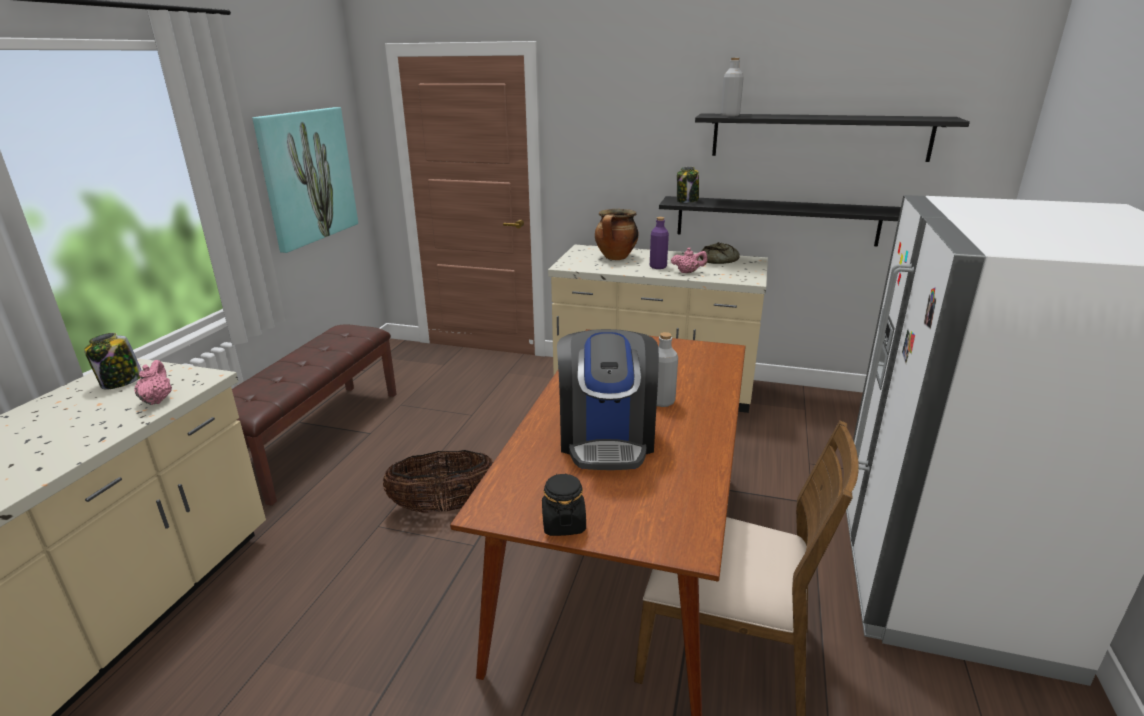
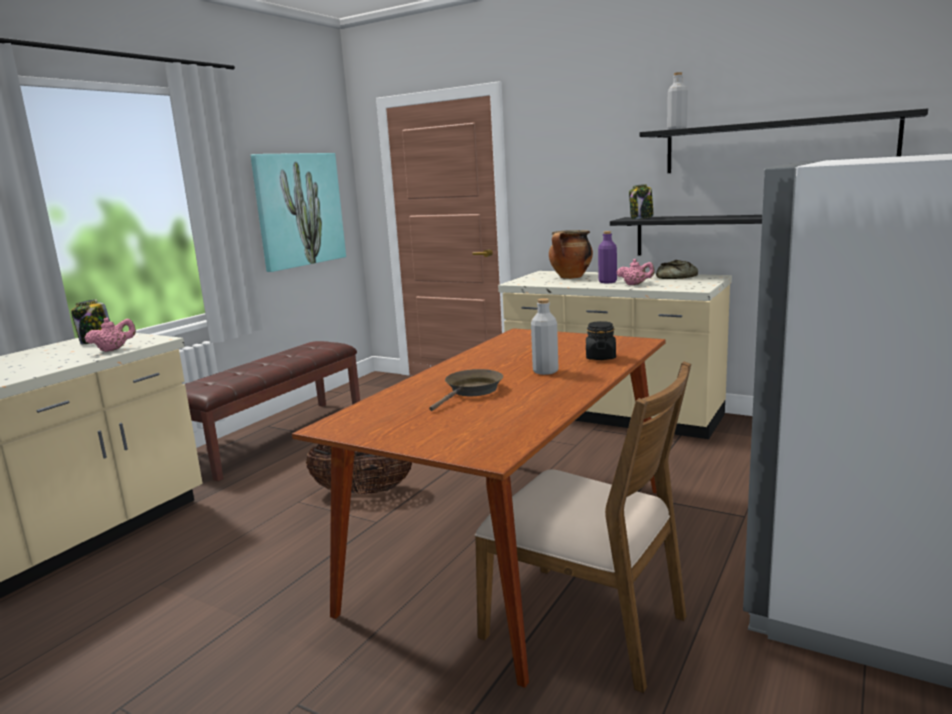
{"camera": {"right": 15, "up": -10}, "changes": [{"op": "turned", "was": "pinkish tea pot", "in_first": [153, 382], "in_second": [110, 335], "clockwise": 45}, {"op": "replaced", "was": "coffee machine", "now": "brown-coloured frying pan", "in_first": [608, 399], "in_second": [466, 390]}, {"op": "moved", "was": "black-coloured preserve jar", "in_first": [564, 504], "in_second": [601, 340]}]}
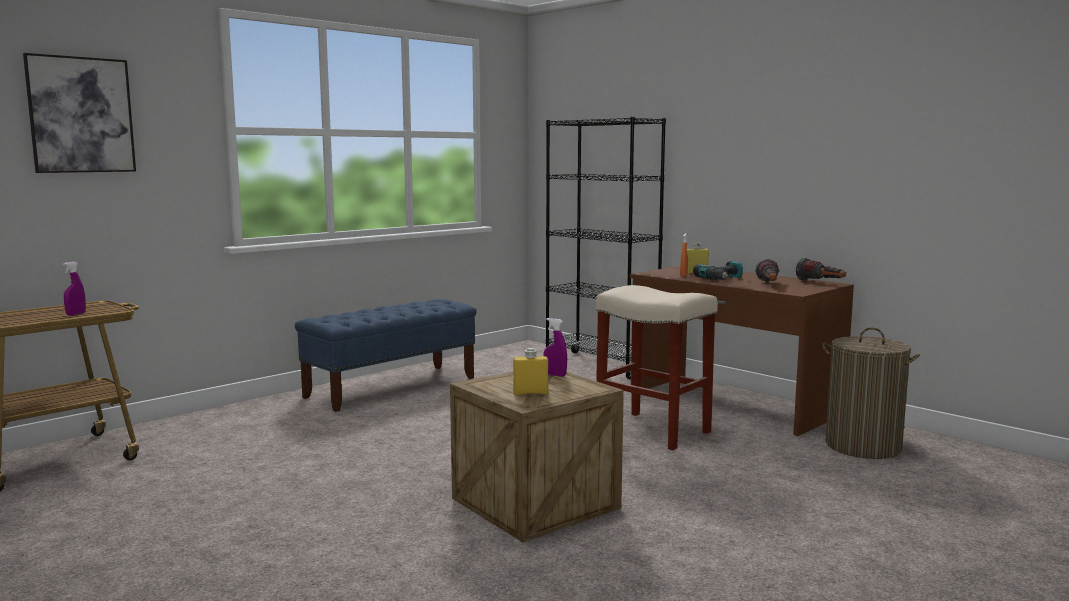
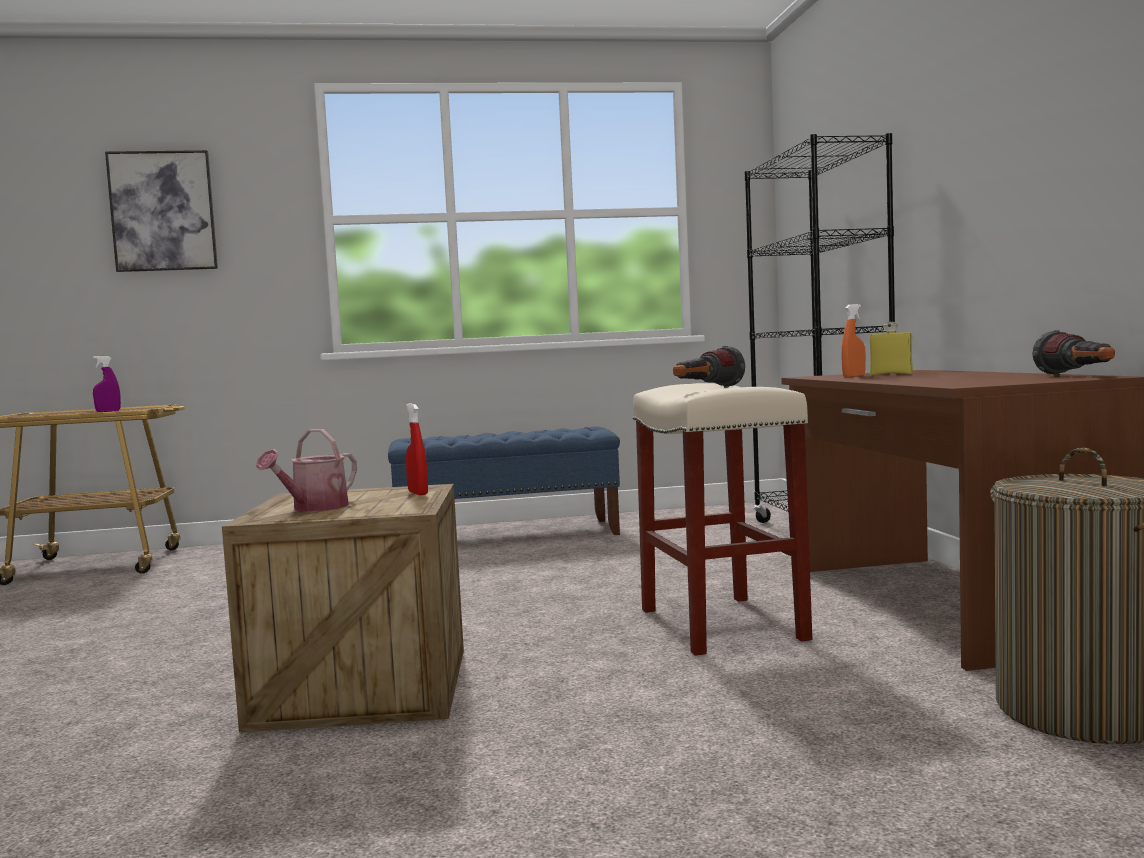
{"camera": {"right": 35, "up": -5}, "changes": [{"op": "replaced", "was": "yellow bottle", "now": "sprinkling can", "in_first": [530, 371], "in_second": [306, 470]}, {"op": "recoloured", "was": "purple sprayer", "now": "red sprayer", "in_first": [555, 347], "in_second": [417, 449]}, {"op": "moved", "was": "torch", "in_first": [767, 270], "in_second": [709, 367]}, {"op": "removed", "was": "power drill", "in_first": [718, 270]}]}
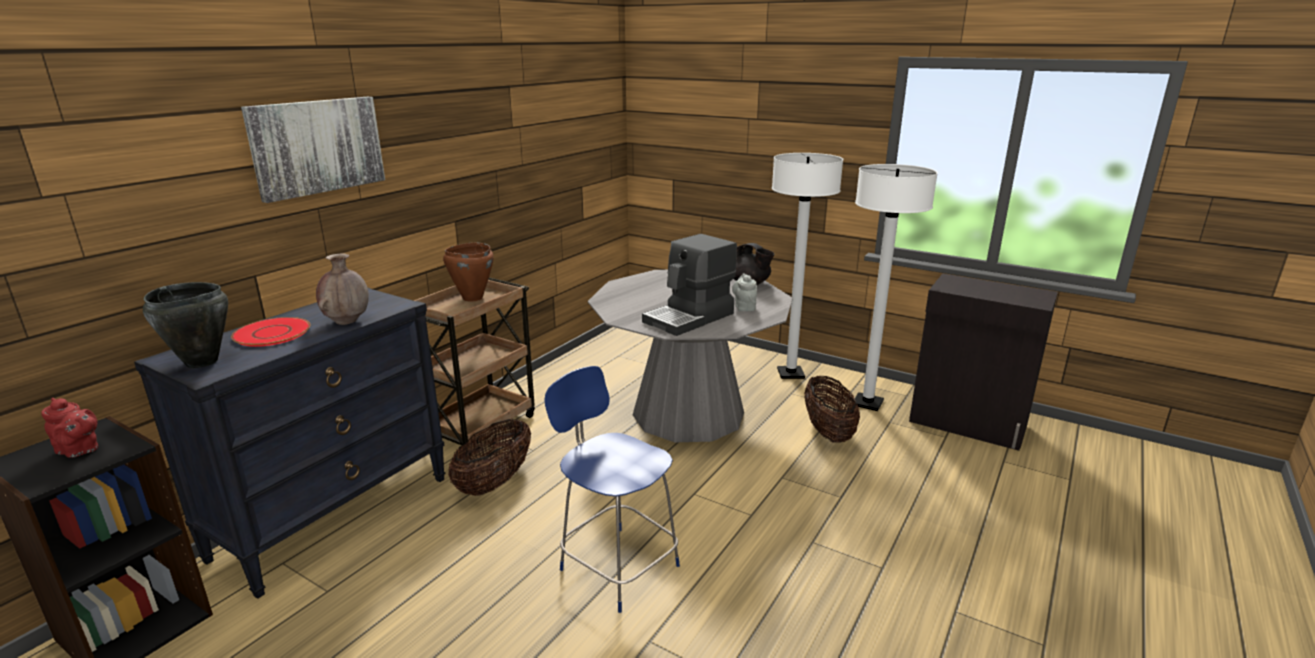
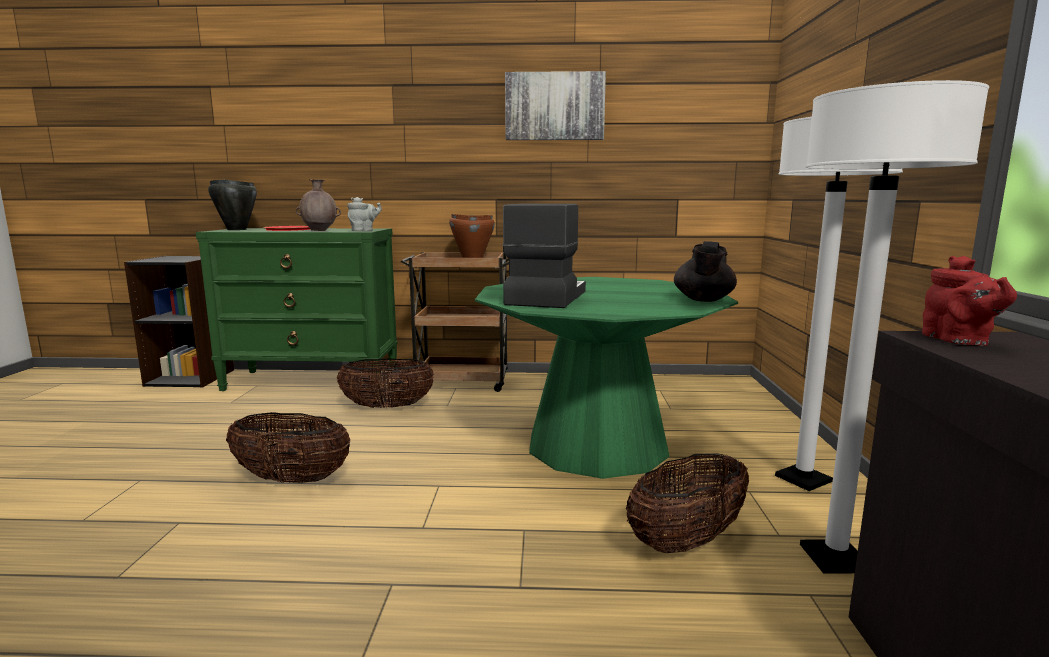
{"camera": {"right": 60, "up": -10}, "changes": [{"op": "recoloured", "was": "black-coloured dresser", "now": "greenish dresser", "in_first": [289, 443], "in_second": [296, 309]}, {"op": "replaced", "was": "blue upright chair", "now": "basket", "in_first": [612, 489], "in_second": [288, 447]}, {"op": "moved", "was": "grey tea pot", "in_first": [744, 292], "in_second": [364, 214]}, {"op": "recoloured", "was": "grey dinner table", "now": "greenish dinner table", "in_first": [690, 356], "in_second": [606, 378]}, {"op": "turned", "was": "coffee machine", "in_first": [689, 285], "in_second": [544, 256], "clockwise": 90}, {"op": "moved", "was": "picture", "in_first": [313, 150], "in_second": [555, 105]}, {"op": "moved", "was": "red tea pot", "in_first": [69, 428], "in_second": [969, 301]}]}
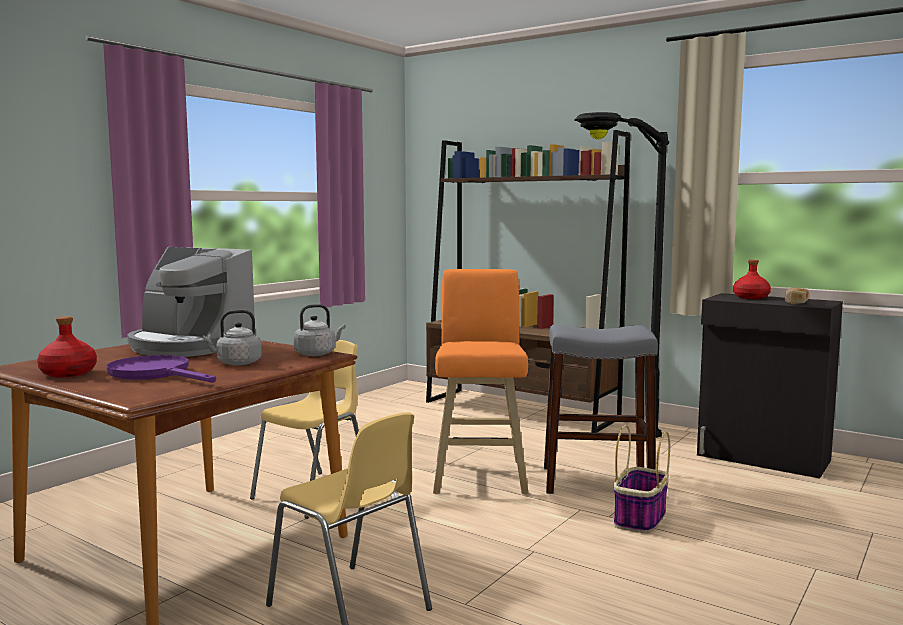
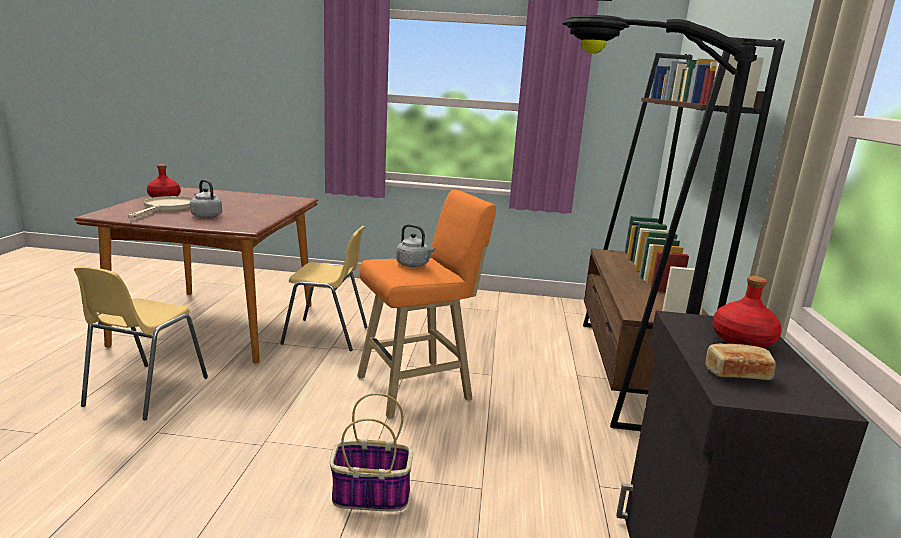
{"camera": {"right": 60, "up": 10}, "changes": [{"op": "recoloured", "was": "purple frying pan", "now": "sand-coloured frying pan", "in_first": [161, 369], "in_second": [160, 207]}, {"op": "moved", "was": "grey kettle", "in_first": [320, 330], "in_second": [416, 245]}, {"op": "removed", "was": "coffee machine", "in_first": [191, 302]}, {"op": "removed", "was": "grey stool seat", "in_first": [601, 409]}]}
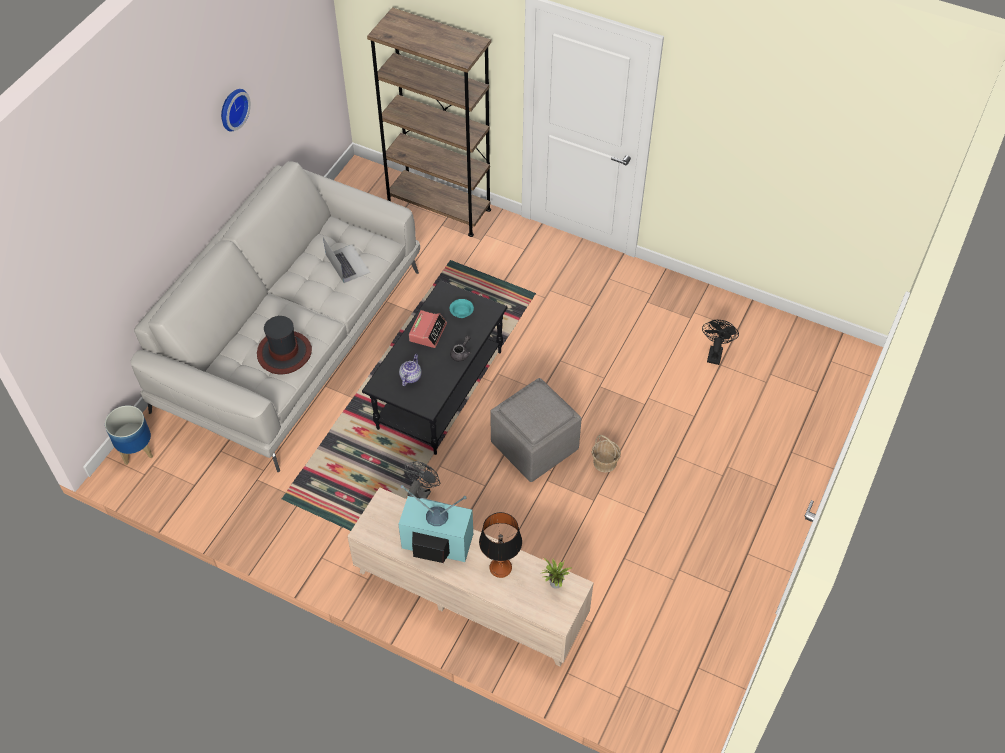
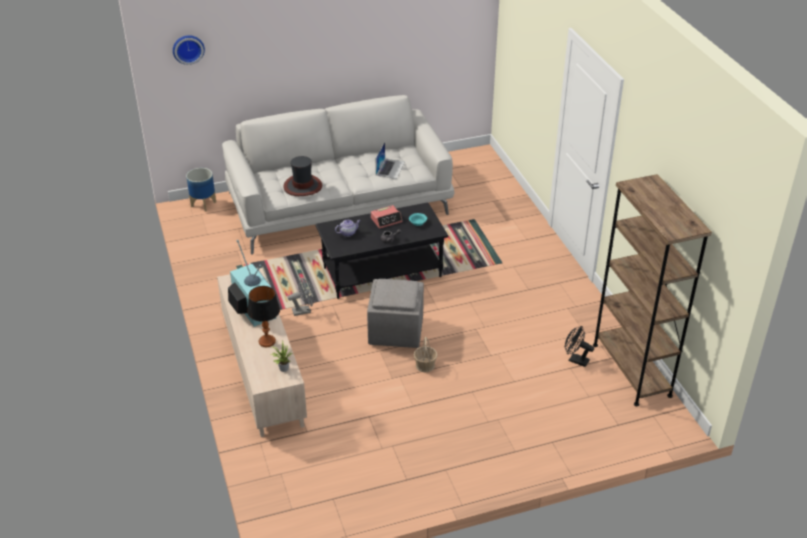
{"camera": {"right": 45, "up": -15}, "changes": [{"op": "moved", "was": "clock on the wall", "in_first": [236, 110], "in_second": [189, 50]}, {"op": "turned", "was": "black-coloured electric fan", "in_first": [720, 342], "in_second": [579, 346], "clockwise": -120}, {"op": "moved", "was": "brown-coloured shelving unit", "in_first": [429, 122], "in_second": [652, 290]}]}
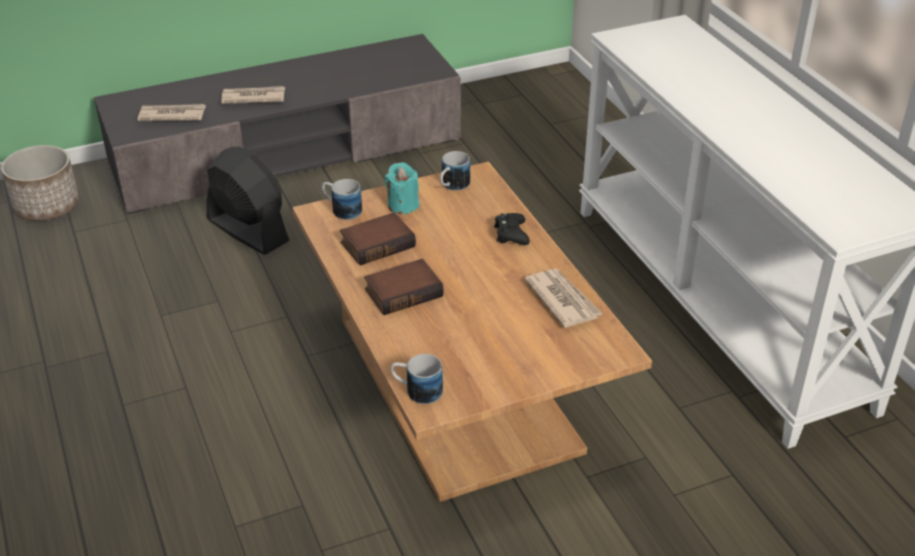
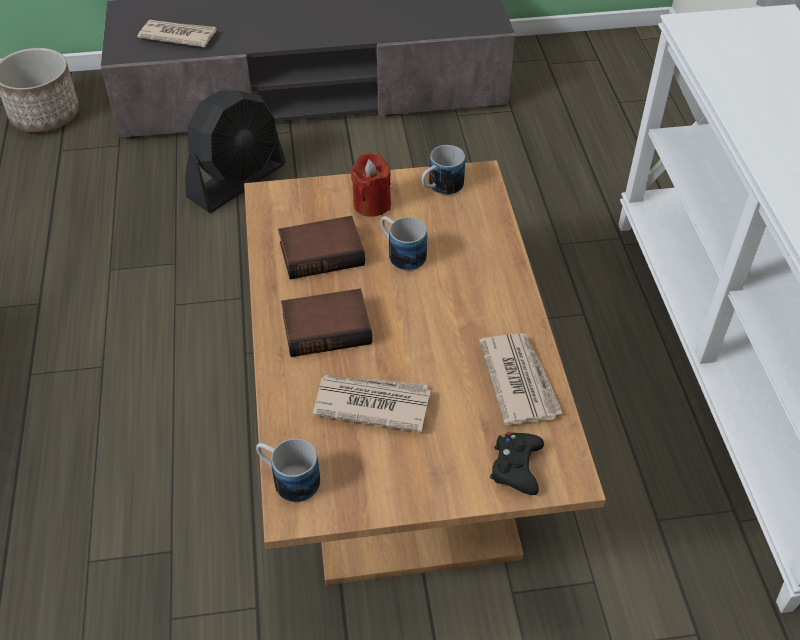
{"camera": {"right": 15, "up": 10}, "changes": [{"op": "turned", "was": "black-coloured electric fan", "in_first": [248, 201], "in_second": [235, 151], "clockwise": 75}, {"op": "moved", "was": "newspaper", "in_first": [253, 95], "in_second": [372, 403]}, {"op": "recoloured", "was": "blue-green candle", "now": "red candle", "in_first": [402, 188], "in_second": [370, 184]}, {"op": "moved", "was": "coffee mug", "in_first": [342, 199], "in_second": [404, 243]}, {"op": "moved", "was": "black-coloured joypad", "in_first": [512, 229], "in_second": [517, 463]}]}
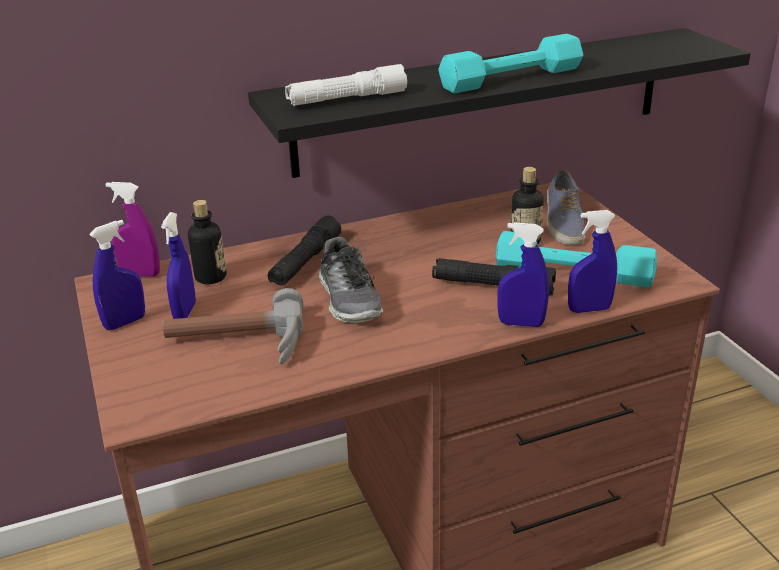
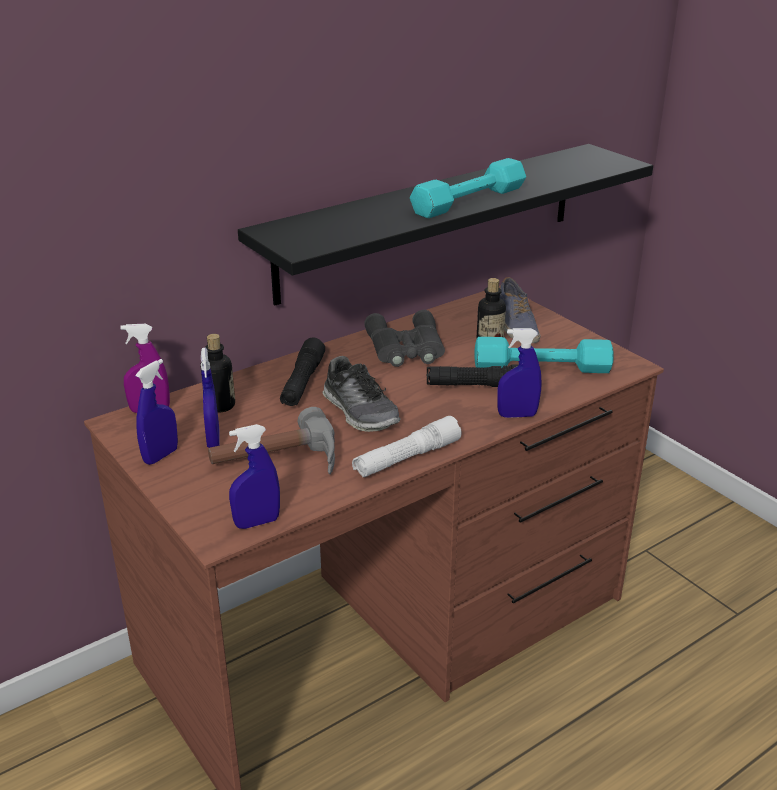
{"camera": {"right": -15, "up": 0}, "changes": [{"op": "moved", "was": "blue sprayer", "in_first": [592, 261], "in_second": [254, 476]}, {"op": "moved", "was": "white torch", "in_first": [346, 85], "in_second": [406, 446]}, {"op": "added", "now": "grey pair of binoculars", "in_second": [404, 338]}]}
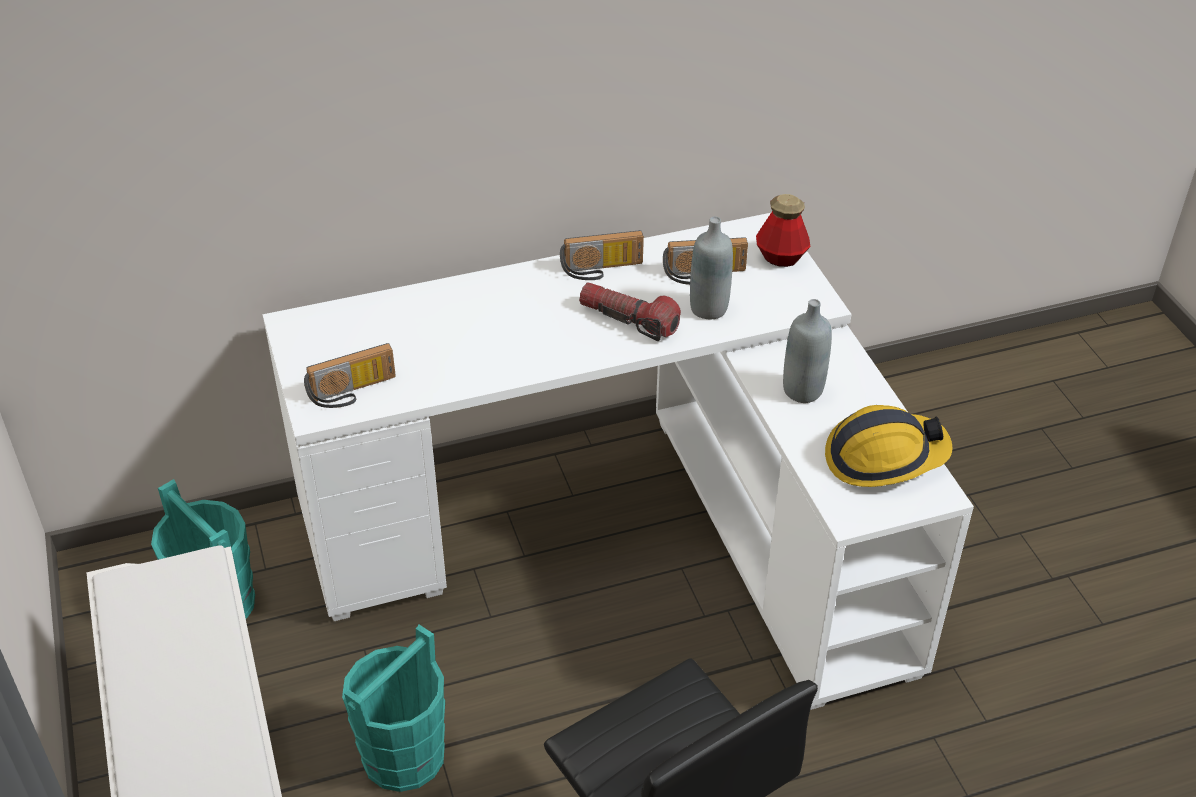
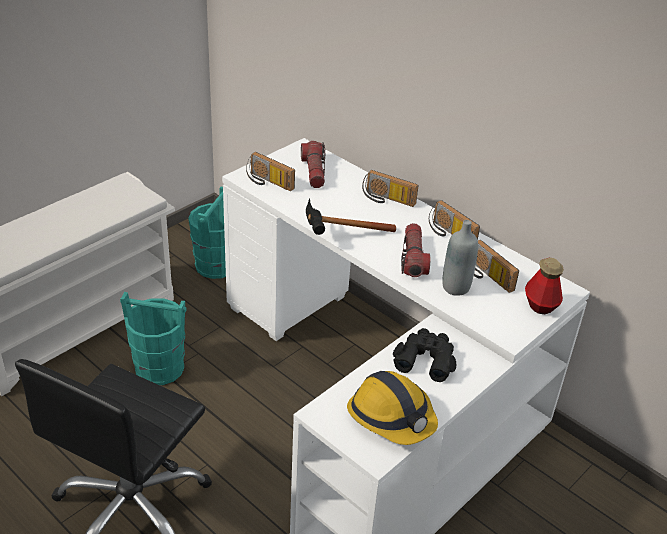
{"camera": {"right": 60, "up": -5}, "changes": [{"op": "added", "now": "torch", "in_second": [313, 164]}, {"op": "added", "now": "tool hammer", "in_second": [351, 217]}, {"op": "added", "now": "radio set", "in_second": [390, 188]}, {"op": "replaced", "was": "grey bottle", "now": "black-coloured pair of binoculars", "in_first": [807, 351], "in_second": [424, 355]}]}
